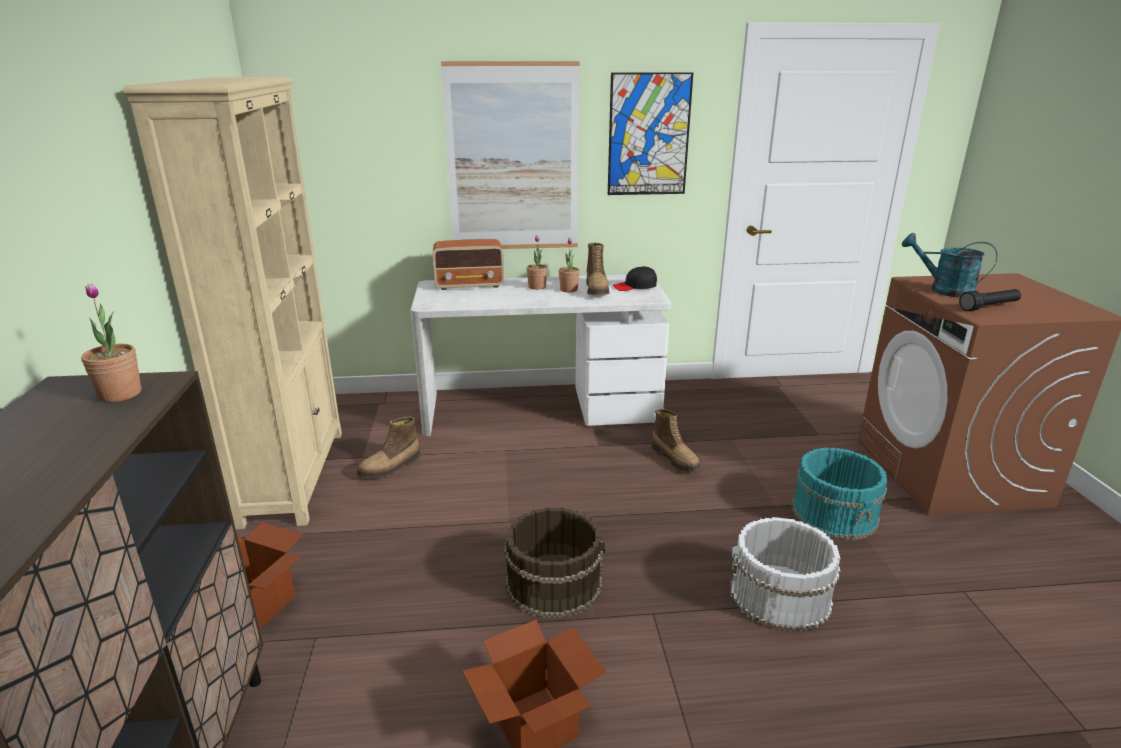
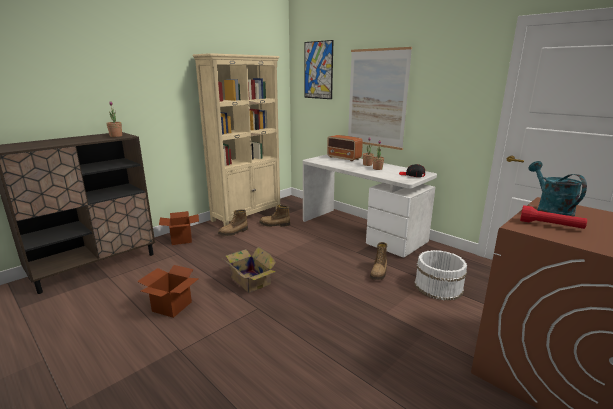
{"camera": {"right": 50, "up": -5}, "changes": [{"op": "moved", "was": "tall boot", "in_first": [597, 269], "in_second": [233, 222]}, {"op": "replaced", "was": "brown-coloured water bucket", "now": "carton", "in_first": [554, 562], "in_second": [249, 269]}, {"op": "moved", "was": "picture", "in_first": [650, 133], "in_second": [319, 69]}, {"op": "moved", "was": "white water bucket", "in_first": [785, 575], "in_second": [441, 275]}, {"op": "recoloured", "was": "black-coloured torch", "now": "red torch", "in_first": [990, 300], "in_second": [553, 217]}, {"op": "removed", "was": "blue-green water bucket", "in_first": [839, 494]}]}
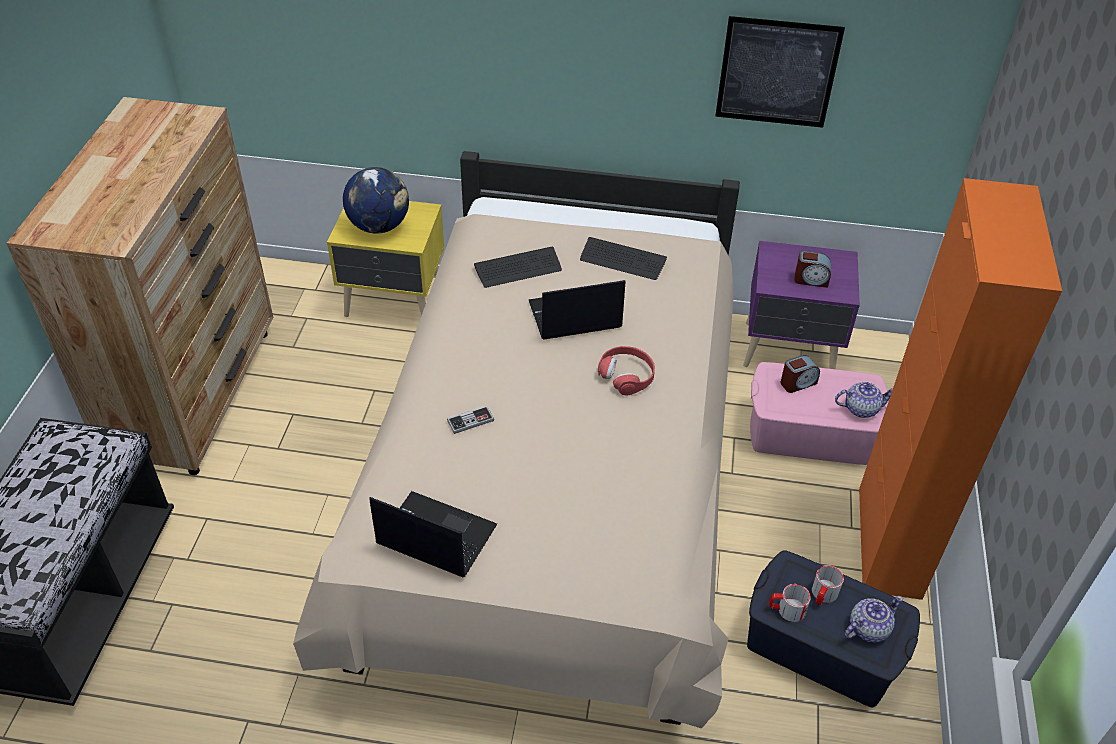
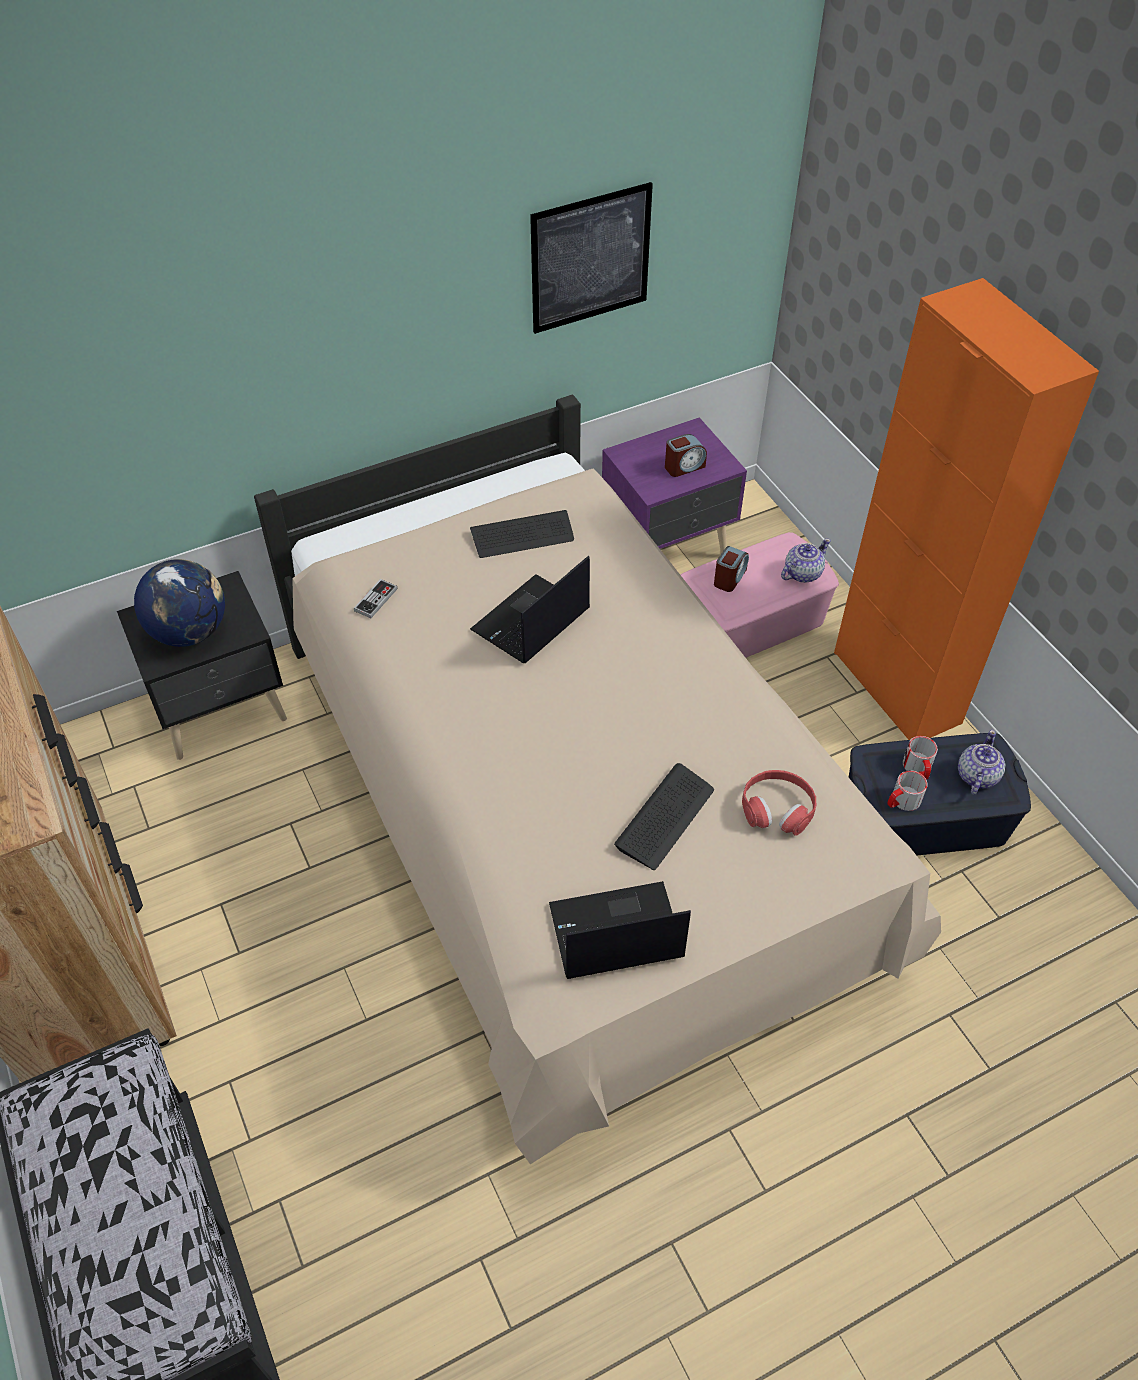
{"camera": {"right": -35, "up": 5}, "changes": [{"op": "recoloured", "was": "yellow nightstand", "now": "black-coloured nightstand", "in_first": [385, 259], "in_second": [202, 665]}, {"op": "moved", "was": "joypad", "in_first": [470, 420], "in_second": [376, 598]}, {"op": "moved", "was": "computer keyboard", "in_first": [518, 267], "in_second": [664, 816]}, {"op": "moved", "was": "red headphones", "in_first": [626, 371], "in_second": [779, 802]}]}
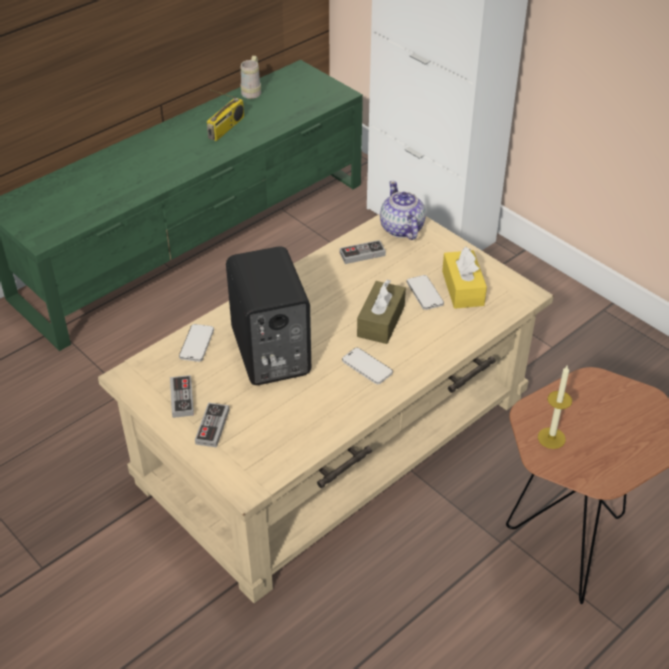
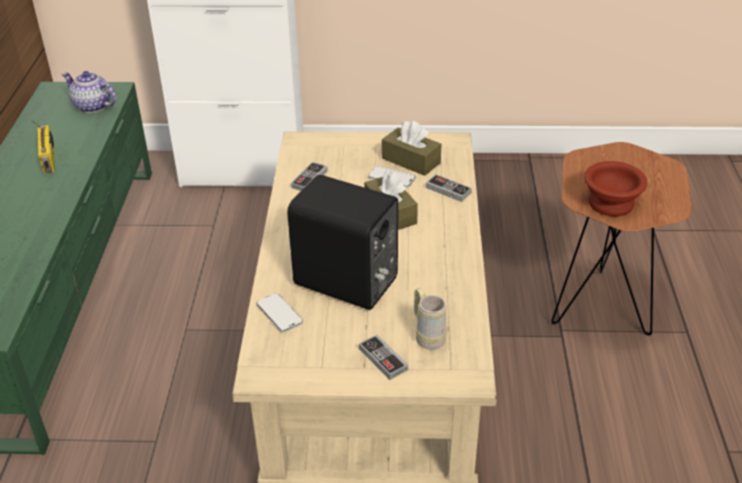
{"camera": {"right": -45, "up": -5}, "changes": [{"op": "moved", "was": "tea pot", "in_first": [403, 210], "in_second": [89, 92]}, {"op": "recoloured", "was": "yellow tissue box", "now": "brown-coloured tissue box", "in_first": [464, 278], "in_second": [411, 148]}, {"op": "moved", "was": "sand-coloured coffee mug", "in_first": [251, 77], "in_second": [430, 319]}, {"op": "moved", "was": "joypad", "in_first": [182, 396], "in_second": [449, 188]}, {"op": "replaced", "was": "candle", "now": "brown-coloured deep dish", "in_first": [555, 407], "in_second": [615, 188]}, {"op": "removed", "was": "telephone", "in_first": [367, 366]}]}
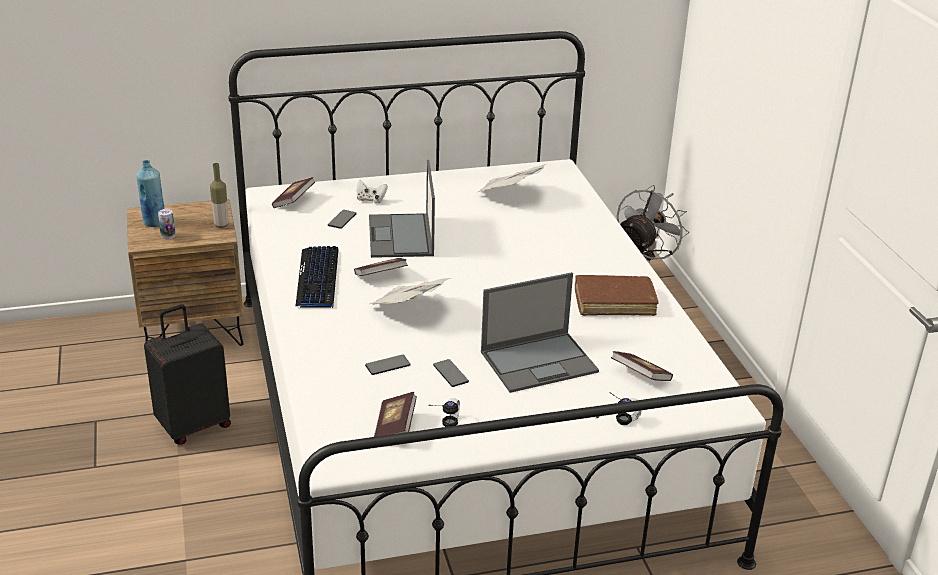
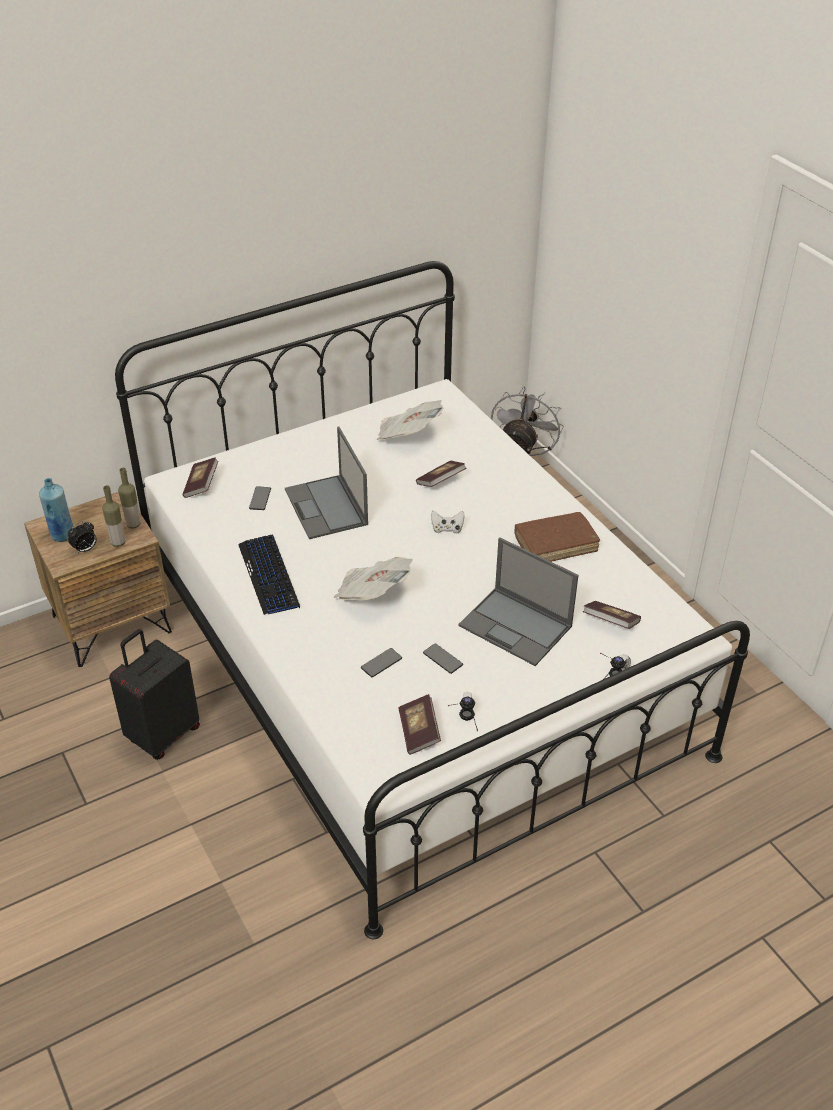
{"camera": {"right": -15, "up": 10}, "changes": [{"op": "replaced", "was": "metal can", "now": "bedside clock", "in_first": [166, 224], "in_second": [82, 537]}, {"op": "added", "now": "bottle", "in_second": [113, 516]}, {"op": "moved", "was": "book", "in_first": [381, 267], "in_second": [441, 474]}, {"op": "moved", "was": "white joypad", "in_first": [372, 192], "in_second": [448, 522]}, {"op": "turned", "was": "notebook computer", "in_first": [540, 332], "in_second": [518, 601], "clockwise": 75}]}
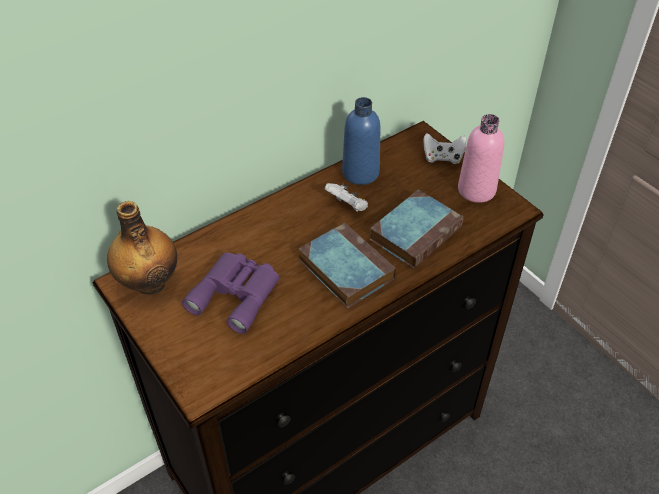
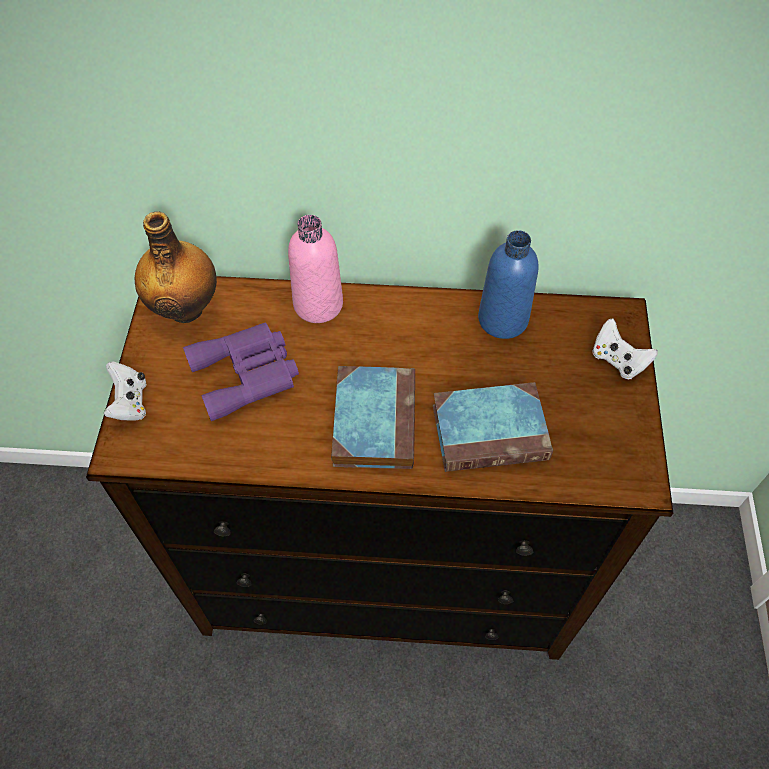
{"camera": {"right": 40, "up": 10}, "changes": [{"op": "moved", "was": "white joypad", "in_first": [346, 197], "in_second": [125, 391]}, {"op": "moved", "was": "pinkish bottle", "in_first": [481, 158], "in_second": [315, 269]}]}
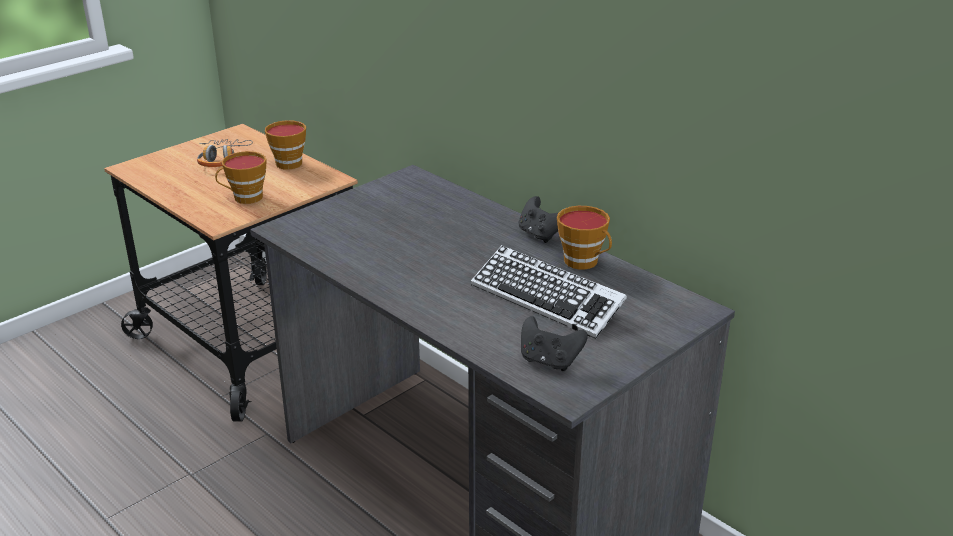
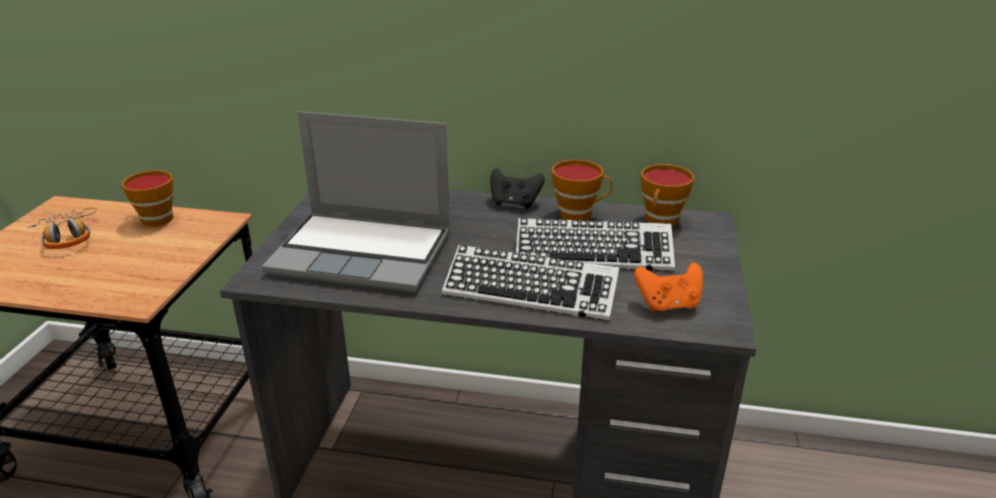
{"camera": {"right": -35, "up": 0}, "changes": [{"op": "added", "now": "notebook computer", "in_second": [356, 202]}, {"op": "added", "now": "computer keyboard", "in_second": [530, 283]}, {"op": "recoloured", "was": "black-coloured joypad", "now": "orange-coloured joypad", "in_first": [554, 343], "in_second": [668, 287]}, {"op": "moved", "was": "cup", "in_first": [241, 177], "in_second": [668, 195]}]}
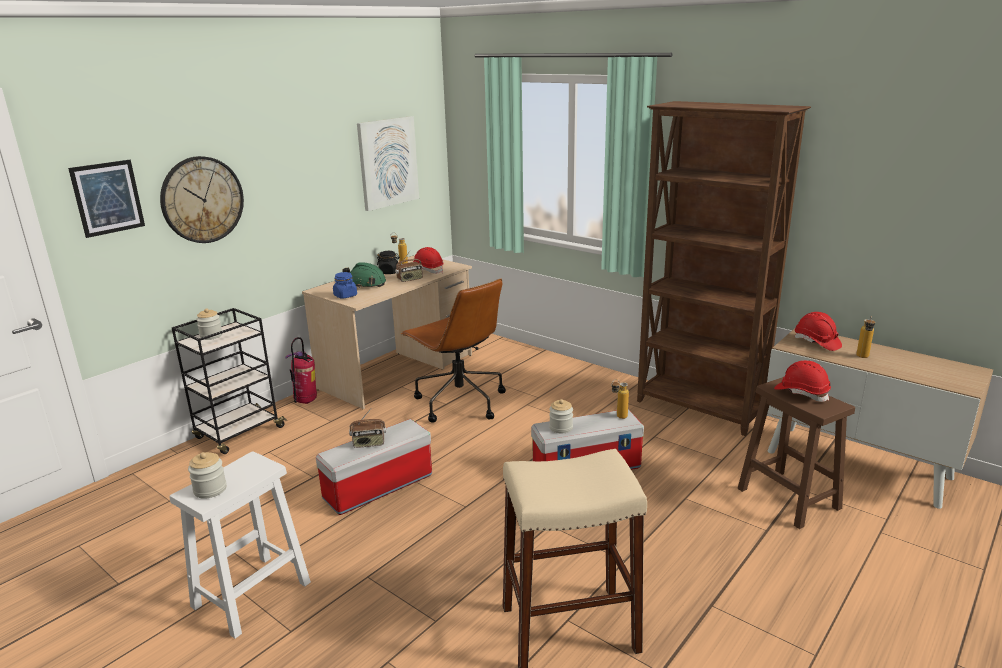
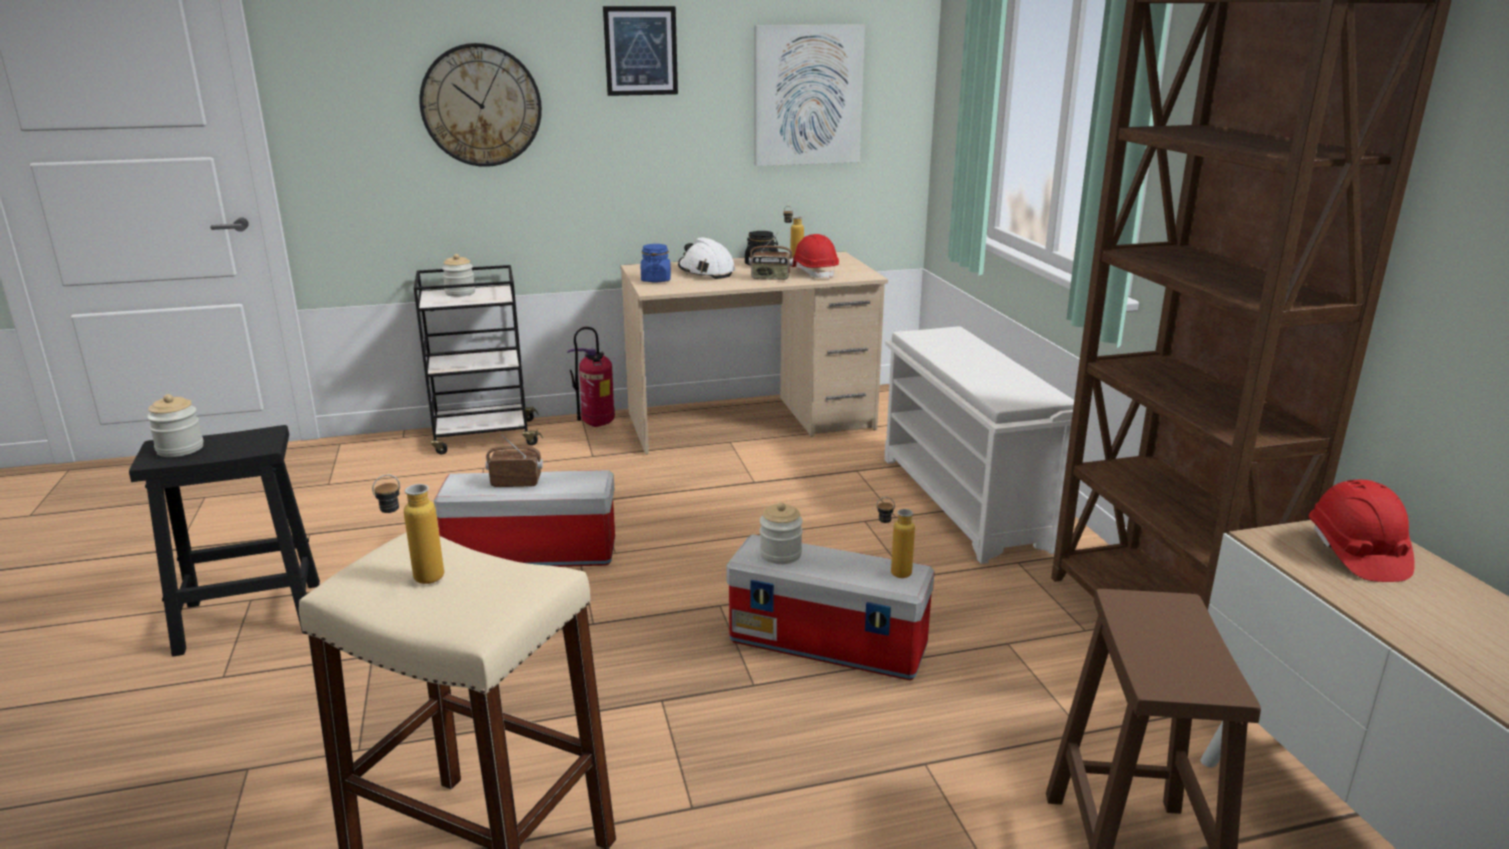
{"camera": {"right": 35, "up": 0}, "changes": [{"op": "recoloured", "was": "white stool seat", "now": "black-coloured stool seat", "in_first": [240, 545], "in_second": [224, 540]}, {"op": "moved", "was": "bottle", "in_first": [865, 337], "in_second": [408, 529]}, {"op": "turned", "was": "radio set", "in_first": [367, 428], "in_second": [514, 460], "clockwise": 150}, {"op": "moved", "was": "picture", "in_first": [106, 199], "in_second": [640, 51]}, {"op": "recoloured", "was": "greenish safety helmet", "now": "white safety helmet", "in_first": [364, 275], "in_second": [706, 258]}, {"op": "added", "now": "white shoe shelf", "in_second": [979, 445]}, {"op": "removed", "was": "brown-coloured desk chair", "in_first": [453, 350]}, {"op": "removed", "was": "red safety helmet", "in_first": [802, 381]}]}
